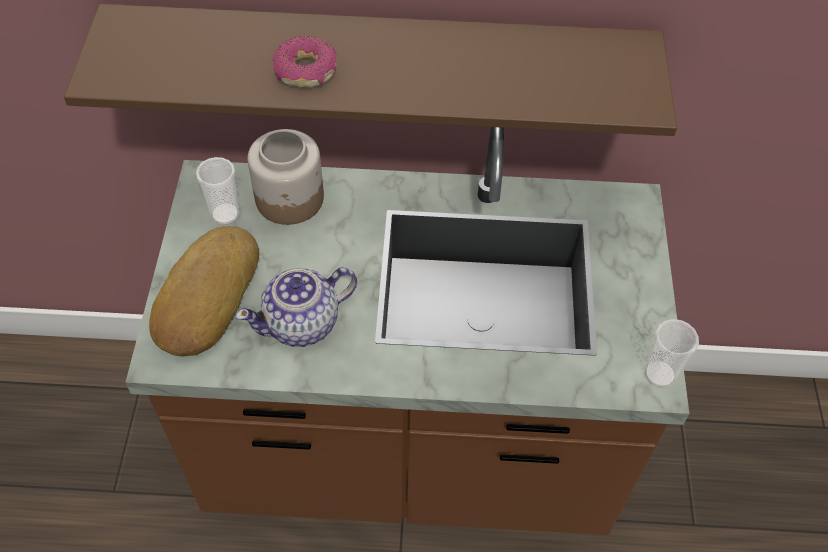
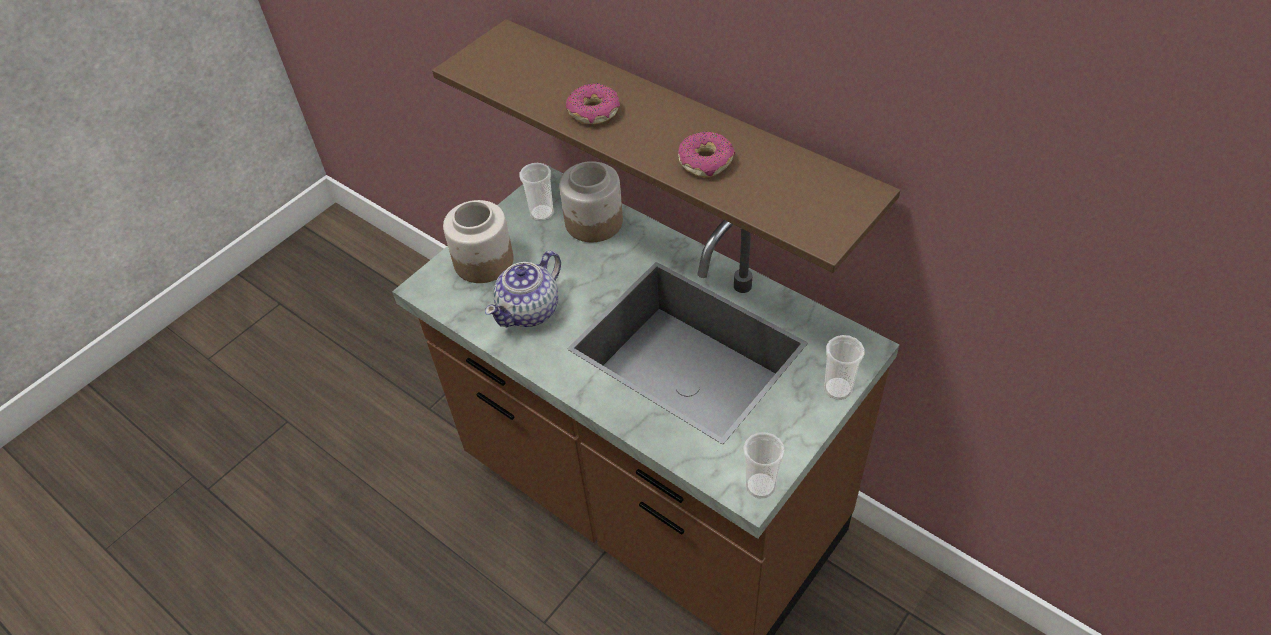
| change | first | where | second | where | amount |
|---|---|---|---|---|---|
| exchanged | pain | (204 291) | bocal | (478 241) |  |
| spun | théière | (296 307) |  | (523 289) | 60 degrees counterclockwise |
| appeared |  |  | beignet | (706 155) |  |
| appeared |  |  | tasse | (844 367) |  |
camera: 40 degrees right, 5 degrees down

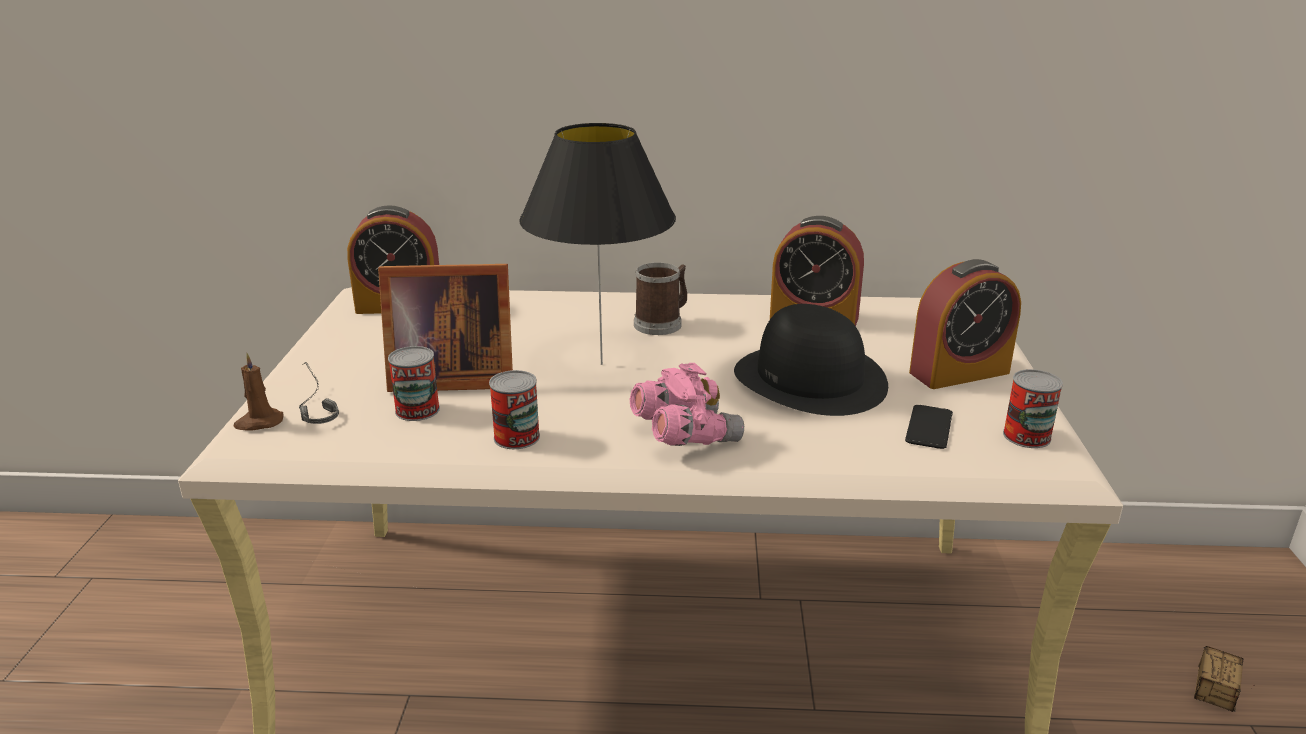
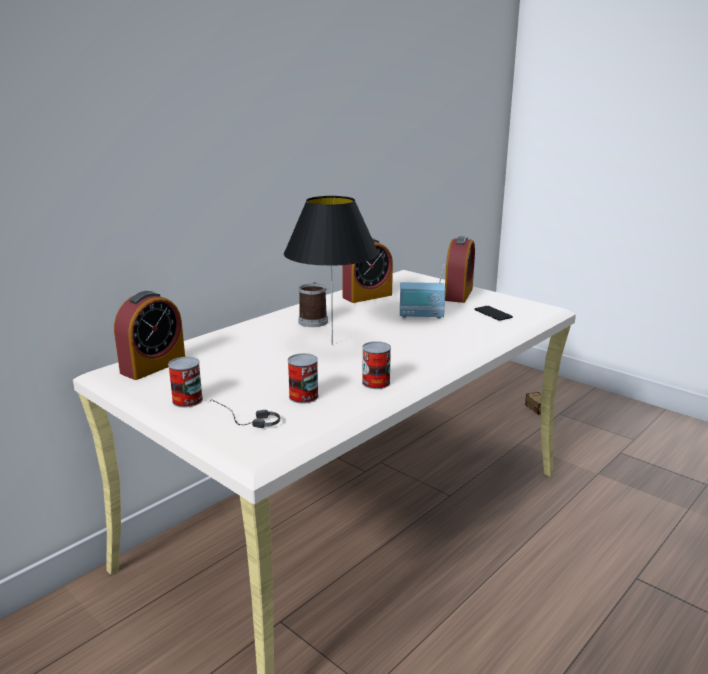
| change | first | where | second | where | amount |
|---|---|---|---|---|---|
| missing | bougie/marron | (258 391) |  |  |  |
| missing | cadre photo | (445 328) |  |  |  |
| missing | jumelles/rose | (687 404) |  |  |  |
| exchanged | chapeau/noir | (811 360) | radio | (422 291) |  |
| relocated | boîte métallique | (1033 408) |  | (185 382) |  |
camera: 50 degrees left, 5 degrees down

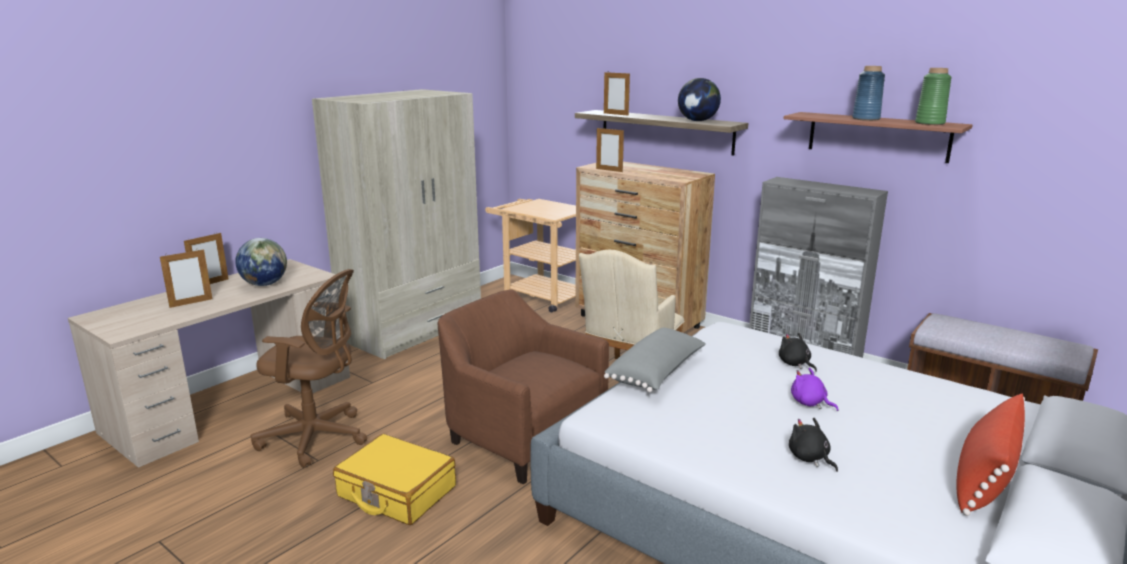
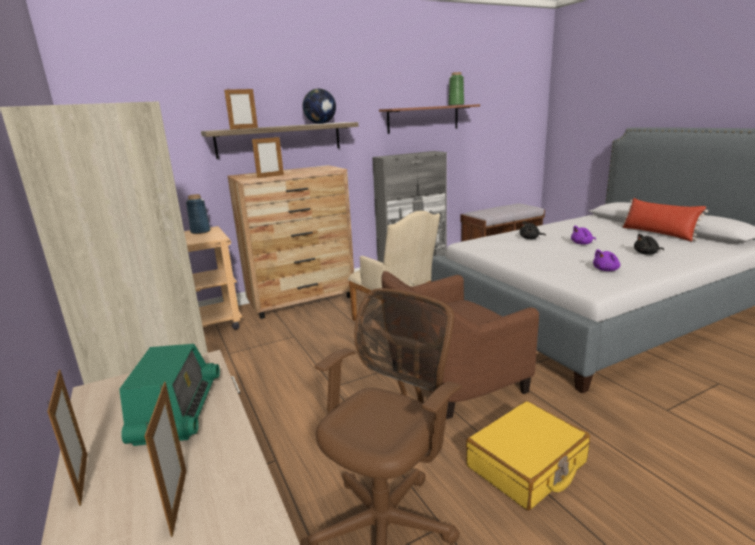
| change | first | where | second | where | amount |
|---|---|---|---|---|---|
| exchanged | globe | (261 262) | radio | (169 395) |  |
| missing | coussin/gris | (655 360) |  |  |  |
| relocated | vase/bleu | (868 93) |  | (198 214) |  |
| appeared |  |  | peluche/violet | (606 260) |  |
camera: 65 degrees left, 0 degrees up

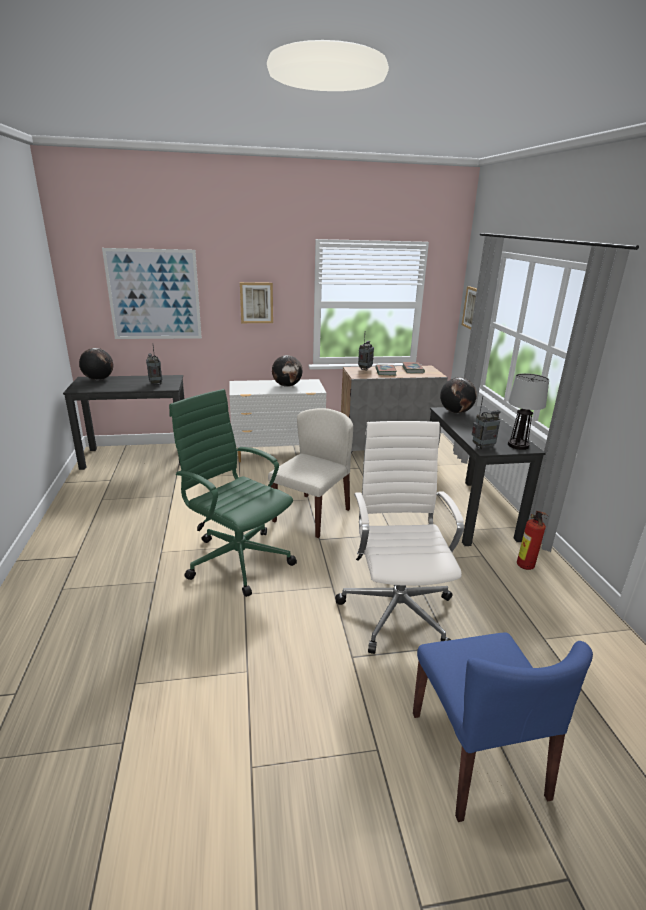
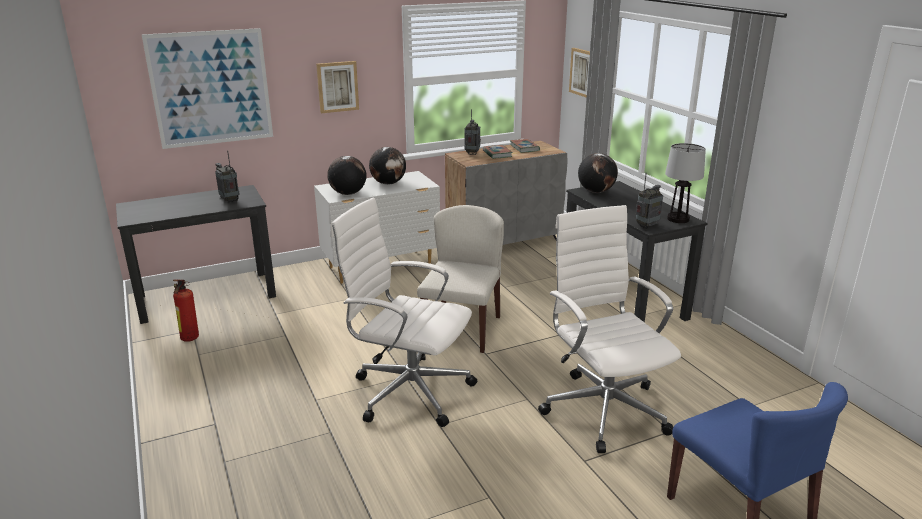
| change | first | where | second | where | amount |
|---|---|---|---|---|---|
| relocated | globe | (96 364) |  | (347 175) |  |
| colour | chaise de bureau/vert | (233 493) | chaise de bureau/blanc | (404 312) |  |
| relocated | extincteur | (533 540) |  | (186 311) |  |
camera: 15 degrees left, 0 degrees up

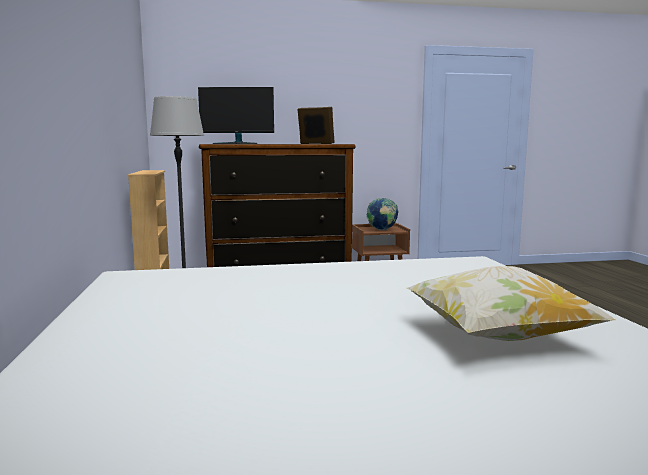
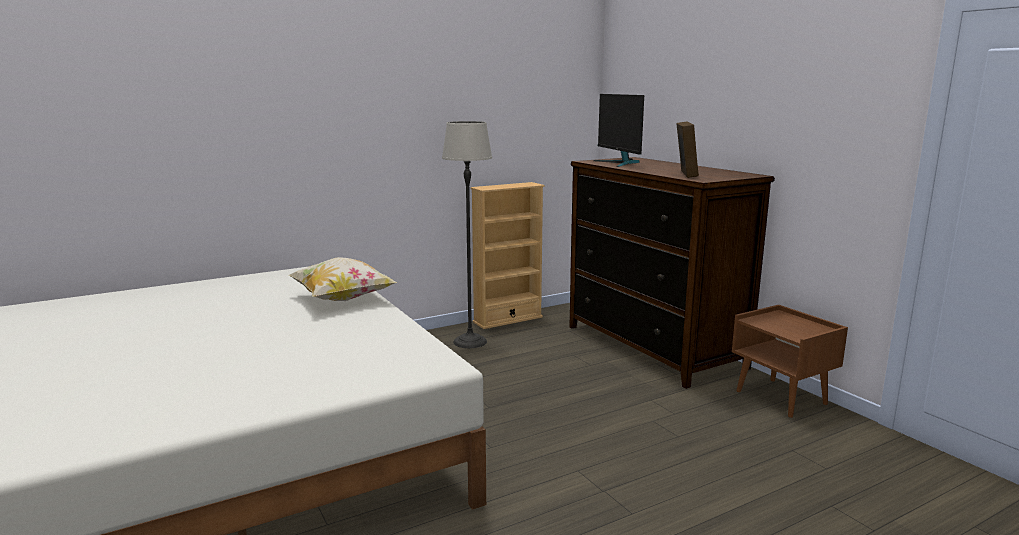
| change | first | where | second | where | amount |
|---|---|---|---|---|---|
| missing | globe | (382 214) |  |  |  |
| relocated | coussin | (511 303) |  | (343 279) |  |
camera: 70 degrees right, 5 degrees up

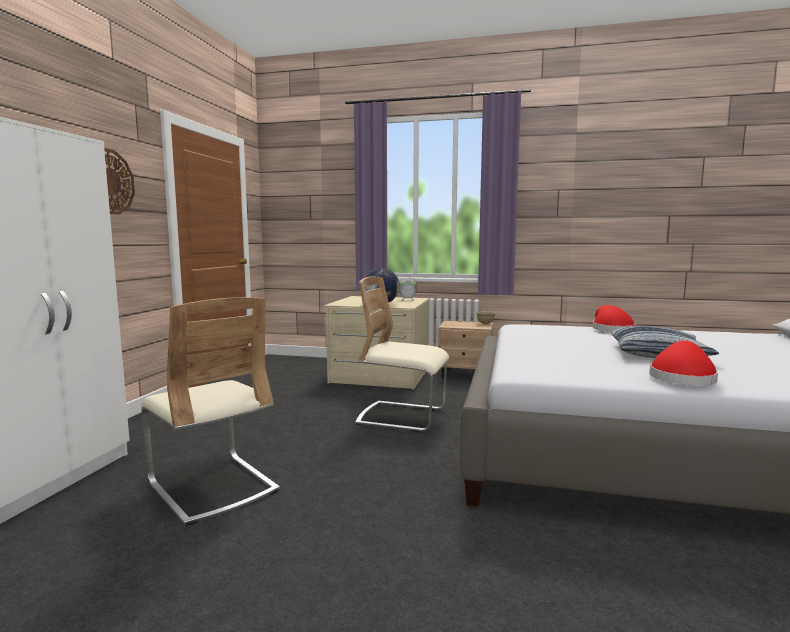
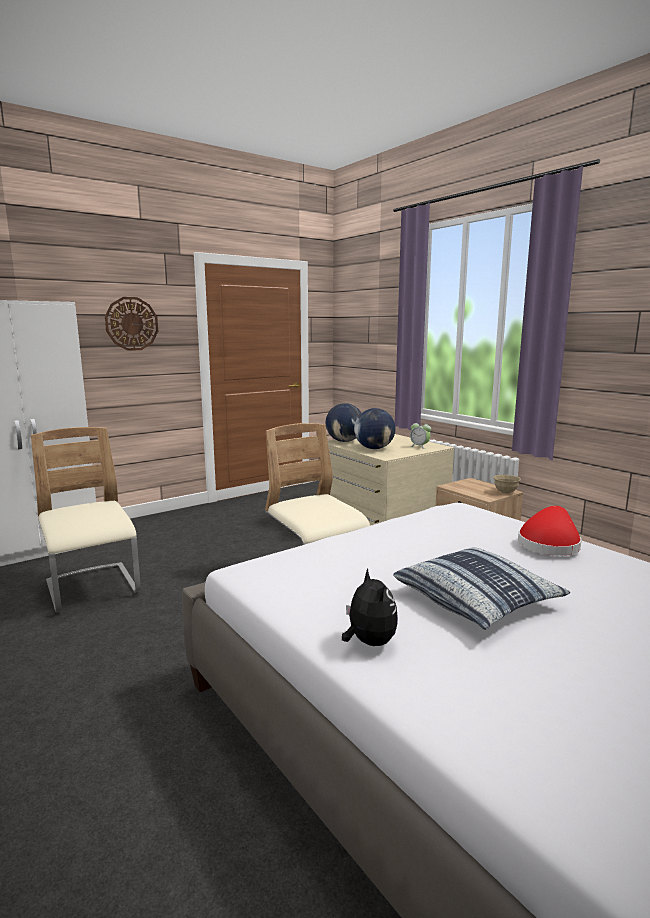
| change | first | where | second | where | amount |
|---|---|---|---|---|---|
| spun | chaise/beige | (210 411) |  | (86 519) | 150 degrees clockwise |
| exchanged | chapeau/rouge | (683 363) | peluche | (370 607) |  |
| appeared |  |  | globe | (343 422) |  |
camera: 40 degrees right, 5 degrees up

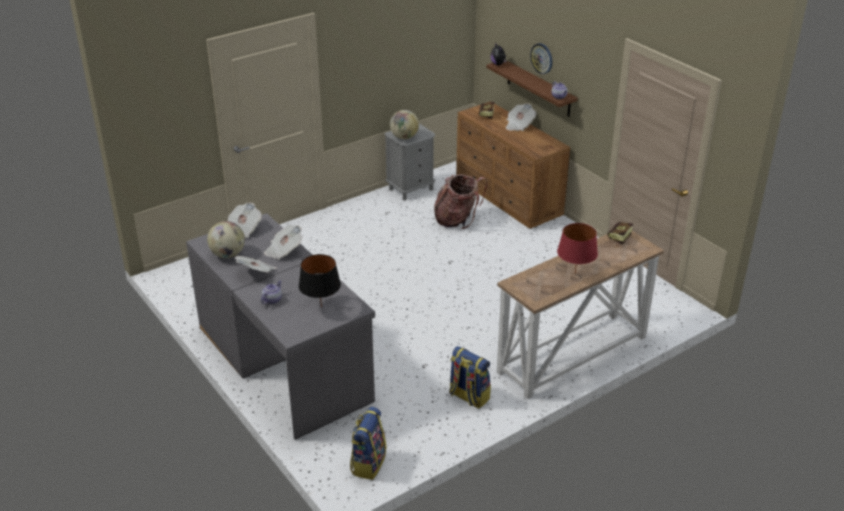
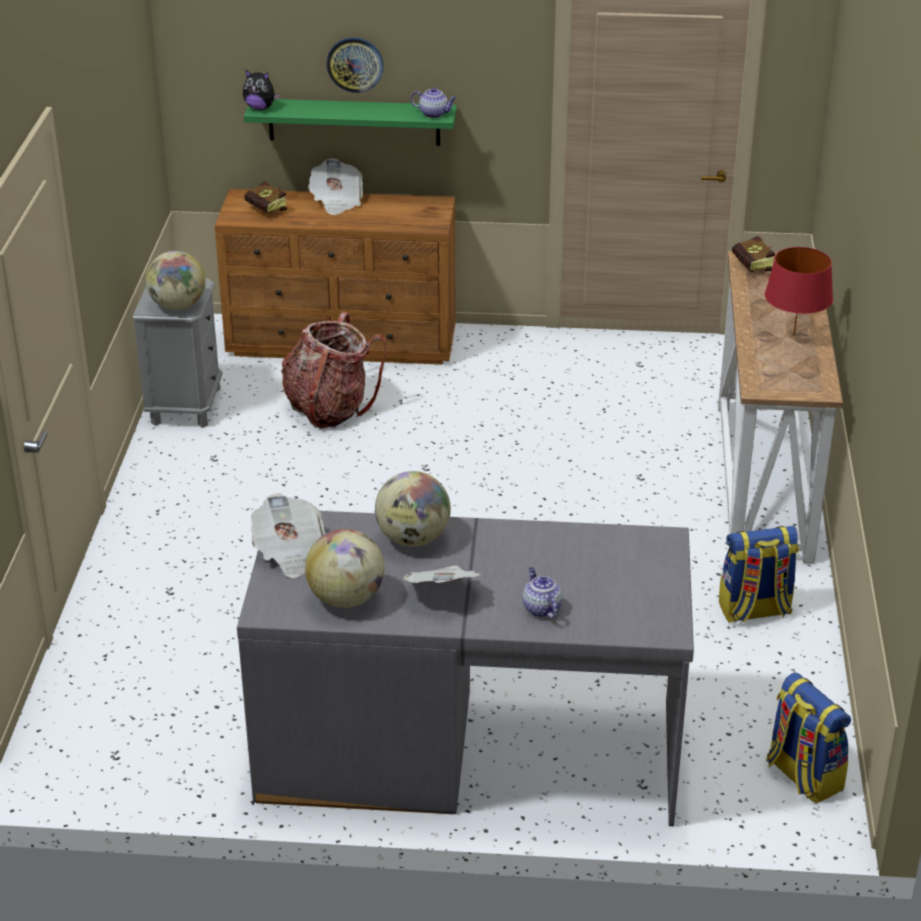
| change | first | where | second | where | amount |
|---|---|---|---|---|---|
| exchanged | journal | (283 242) | globe | (413 509) |  |
| missing | lampe de table/noir | (320 280) |  |  |  |
| colour | étagère/marron | (532 89) | étagère/vert | (350 122) |  |
camera: 50 degrees left, 0 degrees up

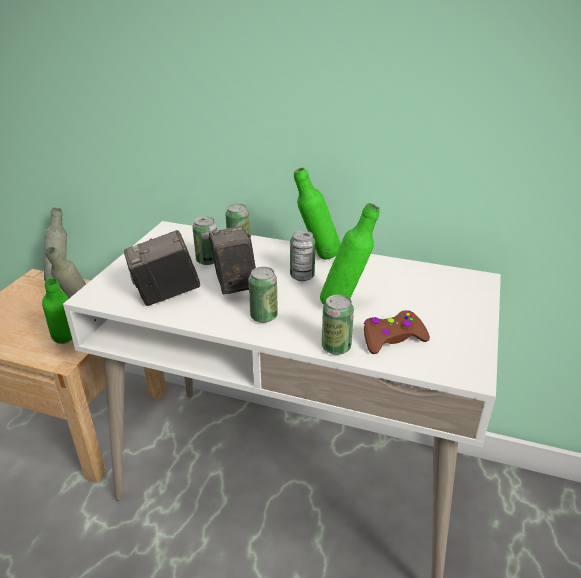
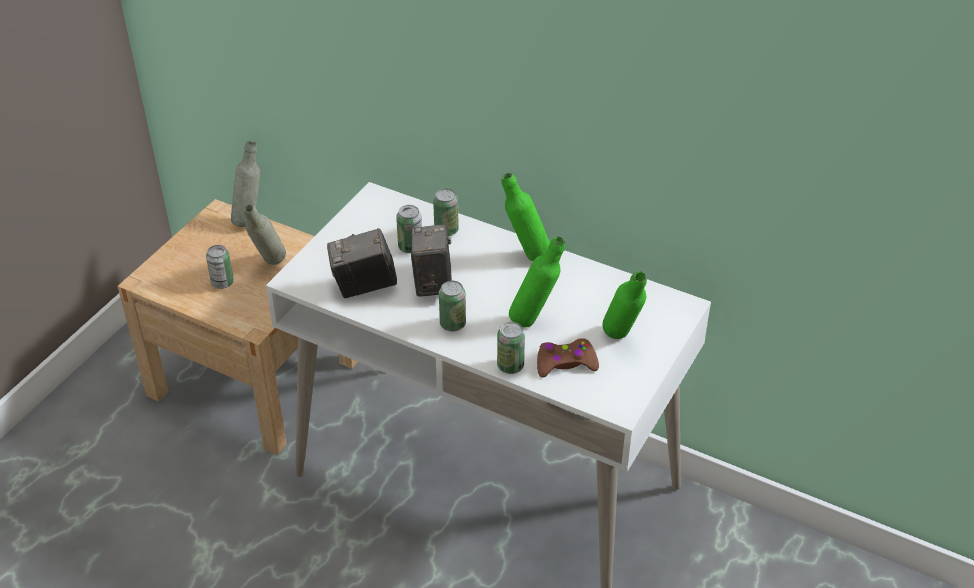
| change | first | where | second | where | amount |
|---|---|---|---|---|---|
| relocated | bouteille/vert | (57 310) |  | (625 305) |  |
| relocated | boîte métallique | (302 255) |  | (220 267) |  |
camera: 10 degrees right, 10 degrees up

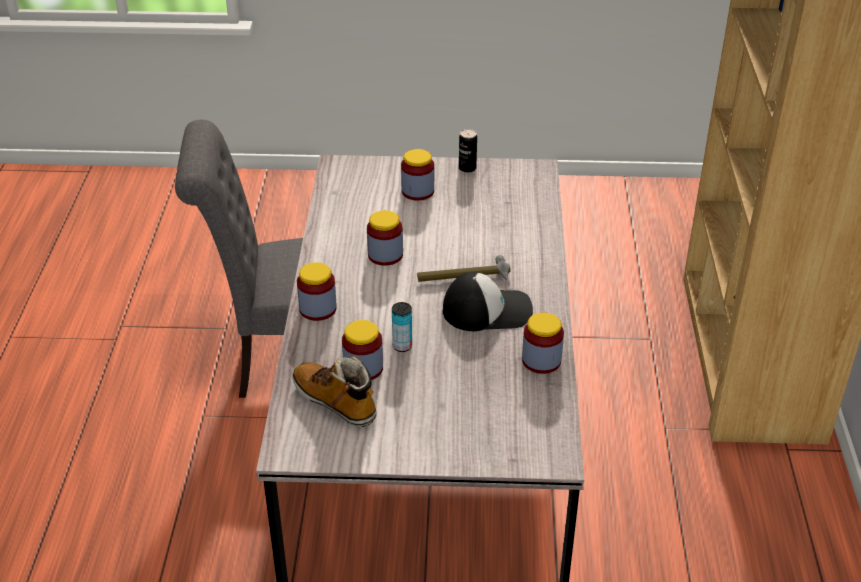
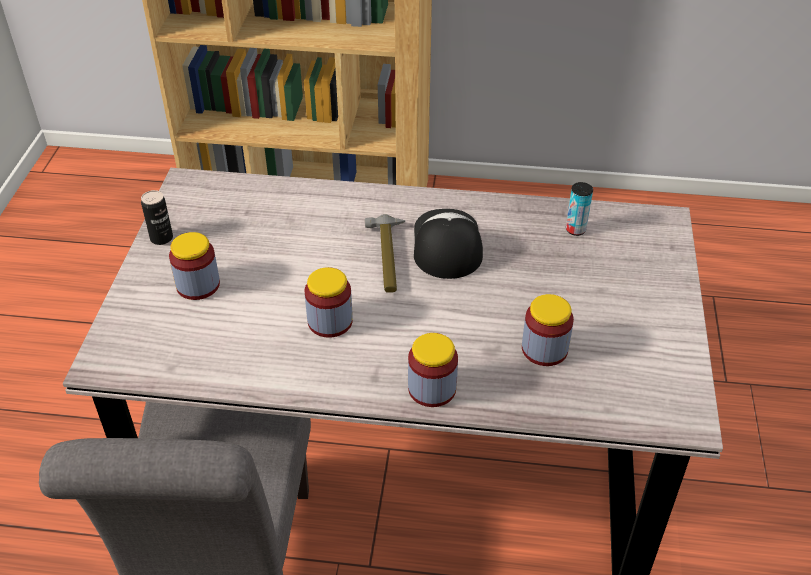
| change | first | where | second | where | amount |
|---|---|---|---|---|---|
| missing | botte | (334 391) |  |  |  |
| relocated | boîte métallique | (402 327) |  | (579 209) |  |
| missing | bocal | (543 343) |  |  |  |
camera: 85 degrees left, 5 degrees up

